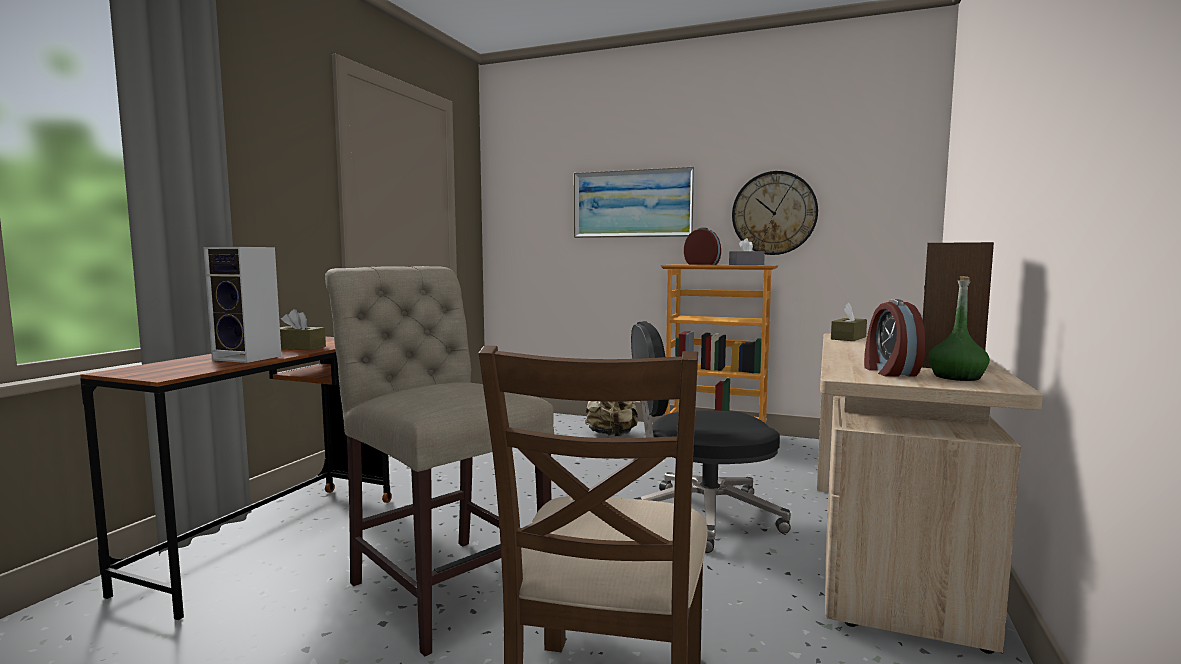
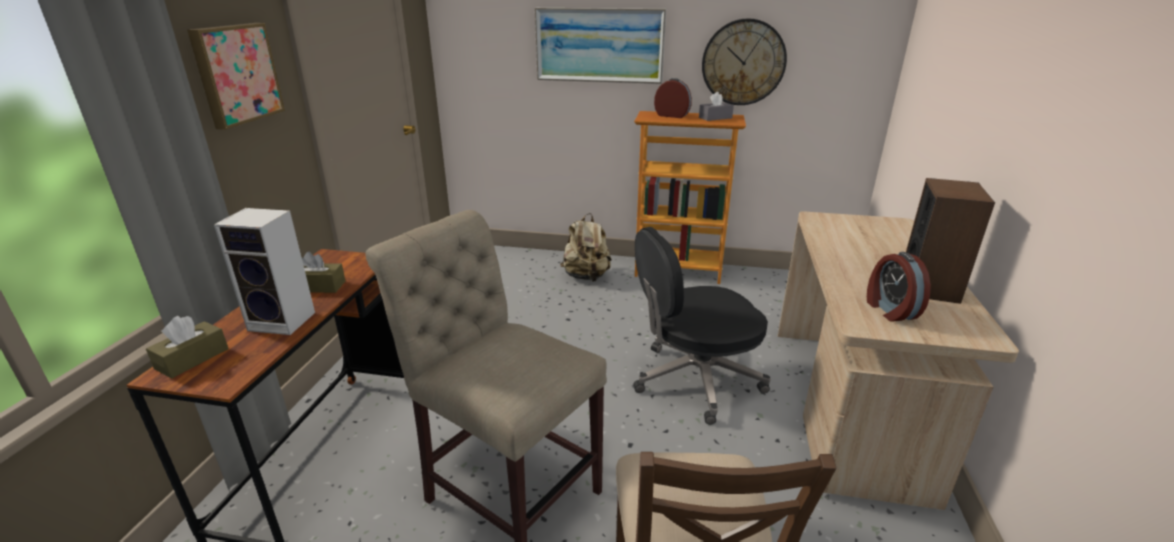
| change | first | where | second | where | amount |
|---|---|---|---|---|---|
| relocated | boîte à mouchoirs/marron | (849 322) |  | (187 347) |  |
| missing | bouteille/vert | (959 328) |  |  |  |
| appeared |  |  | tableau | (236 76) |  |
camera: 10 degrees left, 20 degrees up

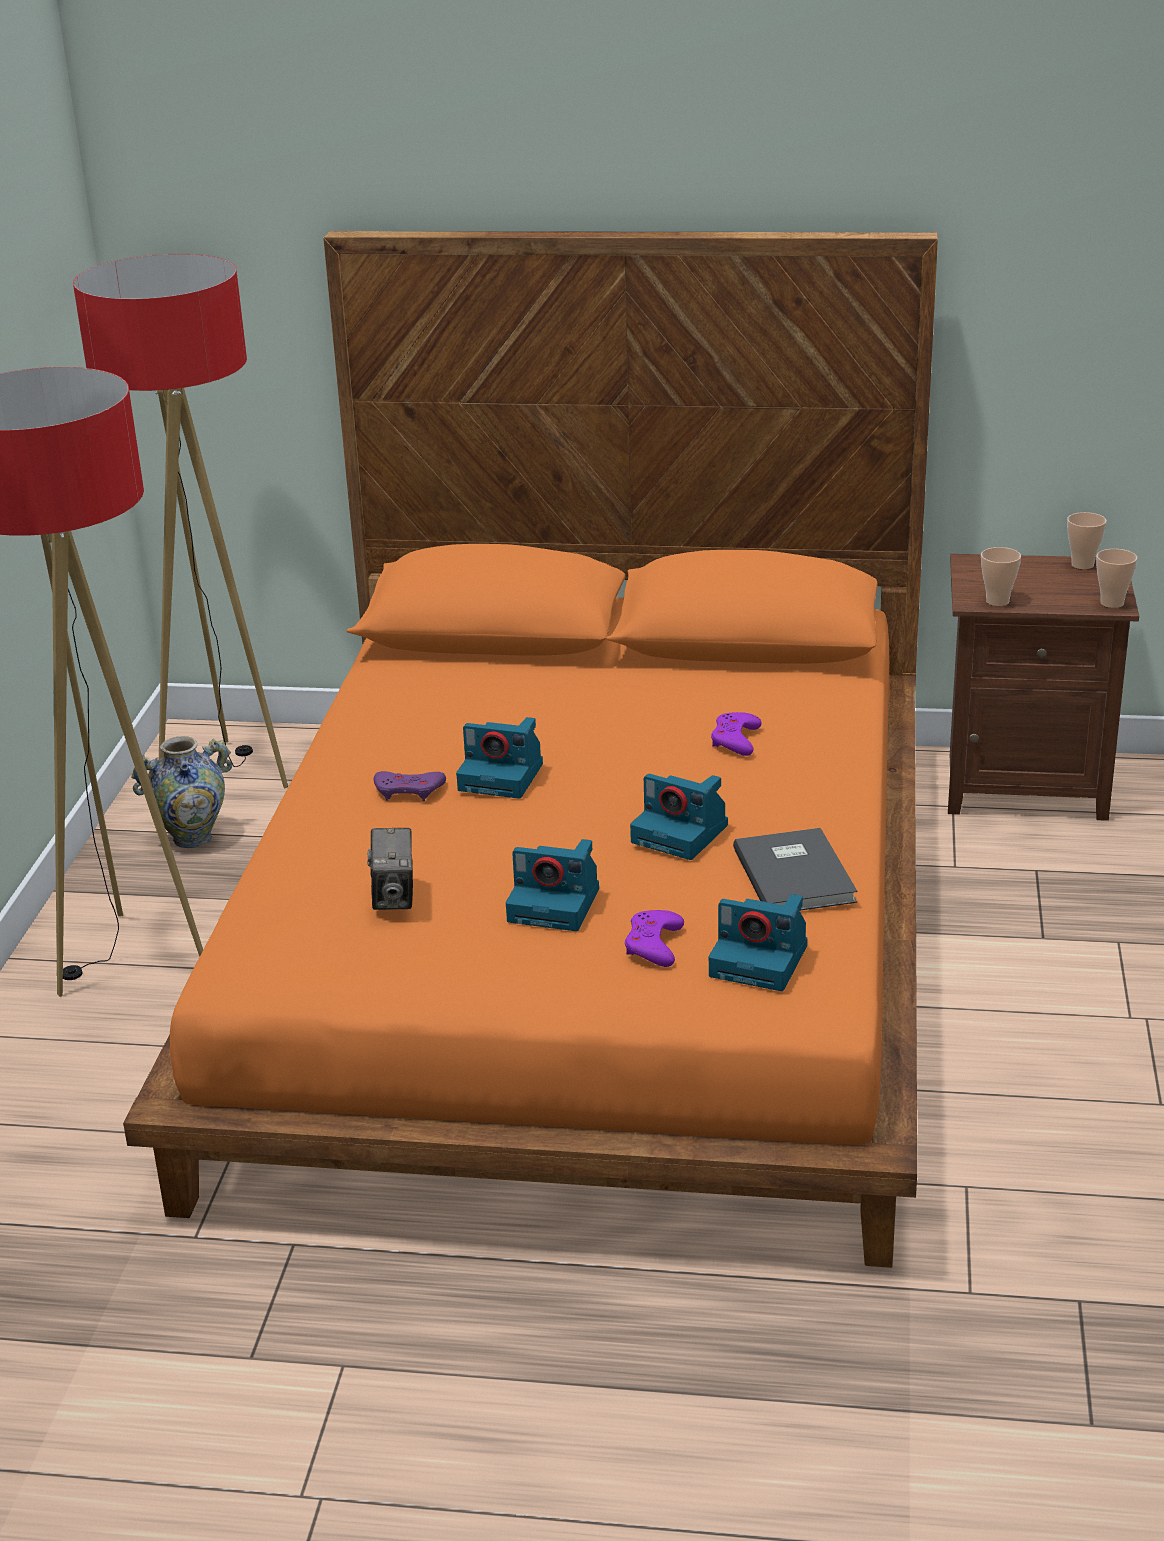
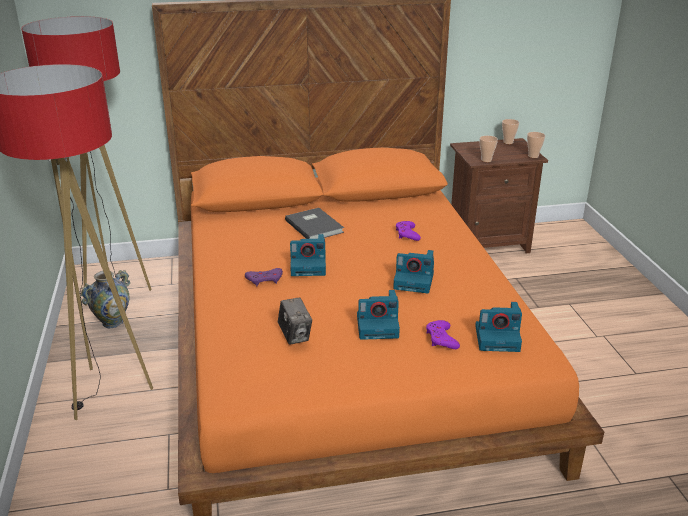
| change | first | where | second | where | amount |
|---|---|---|---|---|---|
| relocated | livre/gris | (795 869) |  | (314 223) |  |
camera: 20 degrees left, 0 degrees up

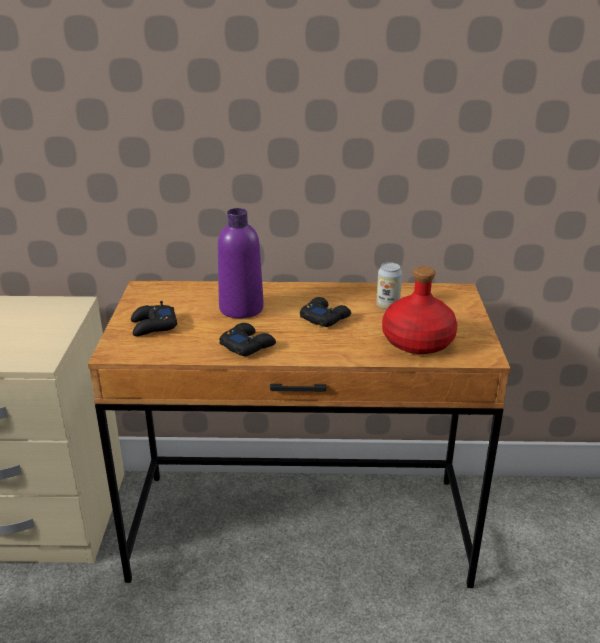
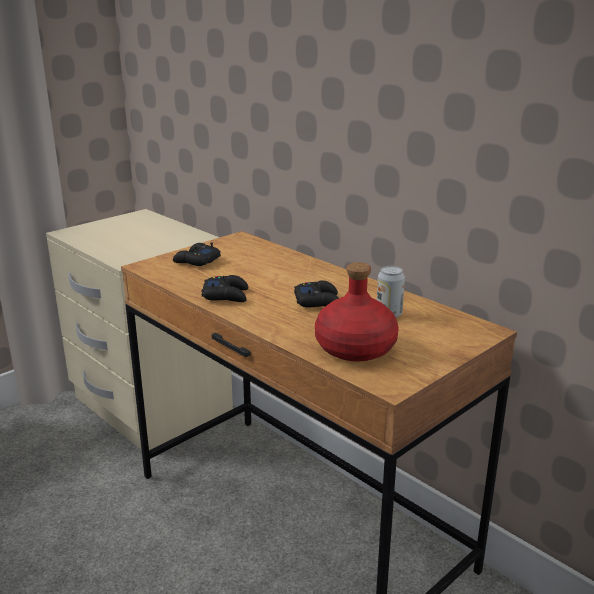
| change | first | where | second | where | amount |
|---|---|---|---|---|---|
| missing | bouteille/violet | (241 263) |  |  |  |
camera: 45 degrees right, 5 degrees down

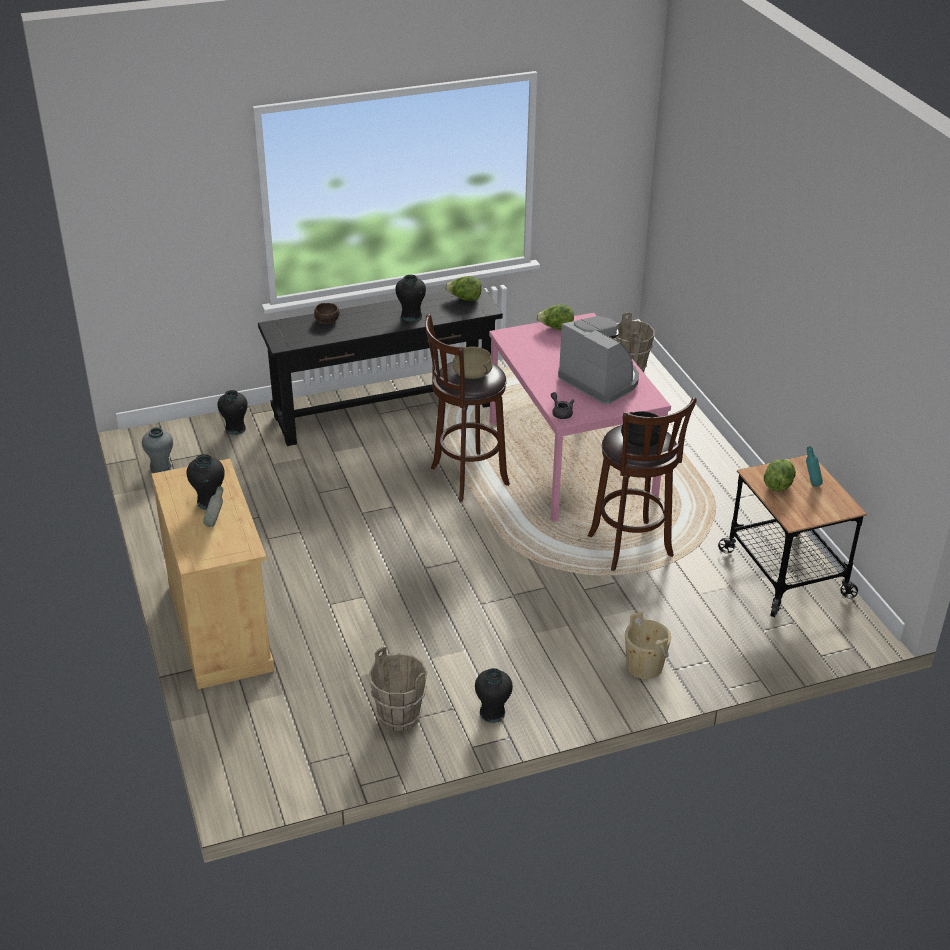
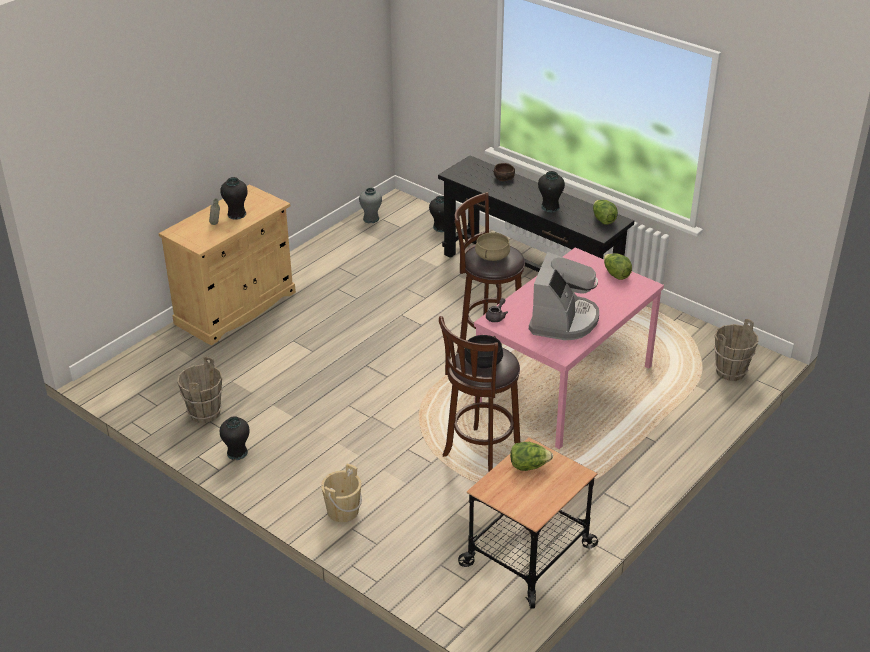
| change | first | where | second | where | amount |
|---|---|---|---|---|---|
| missing | bouteille/turquoise | (814 466) |  |  |  |
camera: 60 degrees right, 0 degrees up

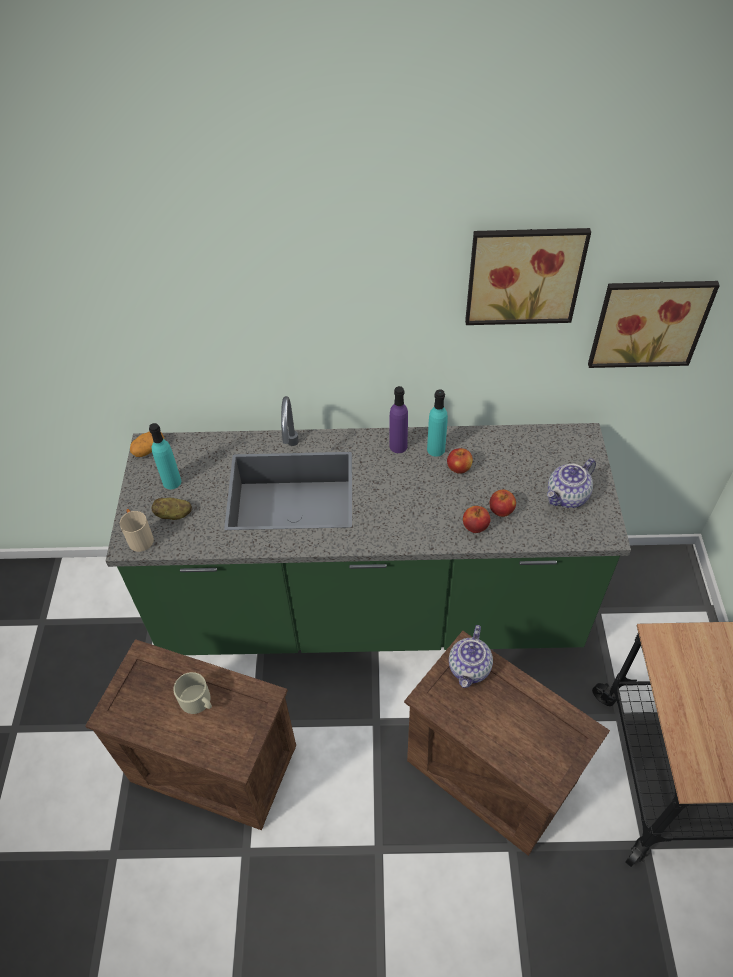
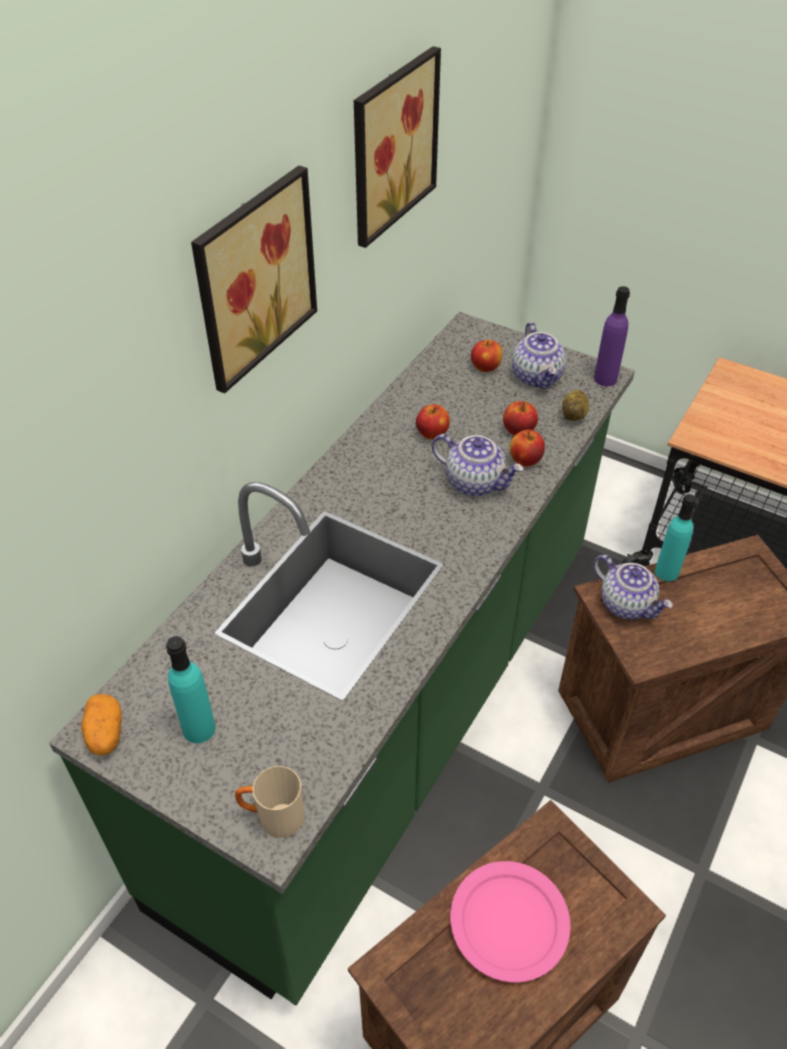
| change | first | where | second | where | amount |
|---|---|---|---|---|---|
| relocated | pomme de terre | (172 509) |  | (575 405) |  |
| exchanged | mug/beige | (192 693) | assiette/rose | (510 922) |  |
| relocated | bouteille/violet | (398 419) |  | (612 336) |  |
| relocated | bouteille/turquoise | (437 423) |  | (676 538) |  |
| relocated | tableau | (654 324) |  | (254 279) |  |
| appeared |  |  | théière | (478 465) |  |
| appeared |  |  | pomme | (487 356) |  |
camera: 60 degrees left, 5 degrees down

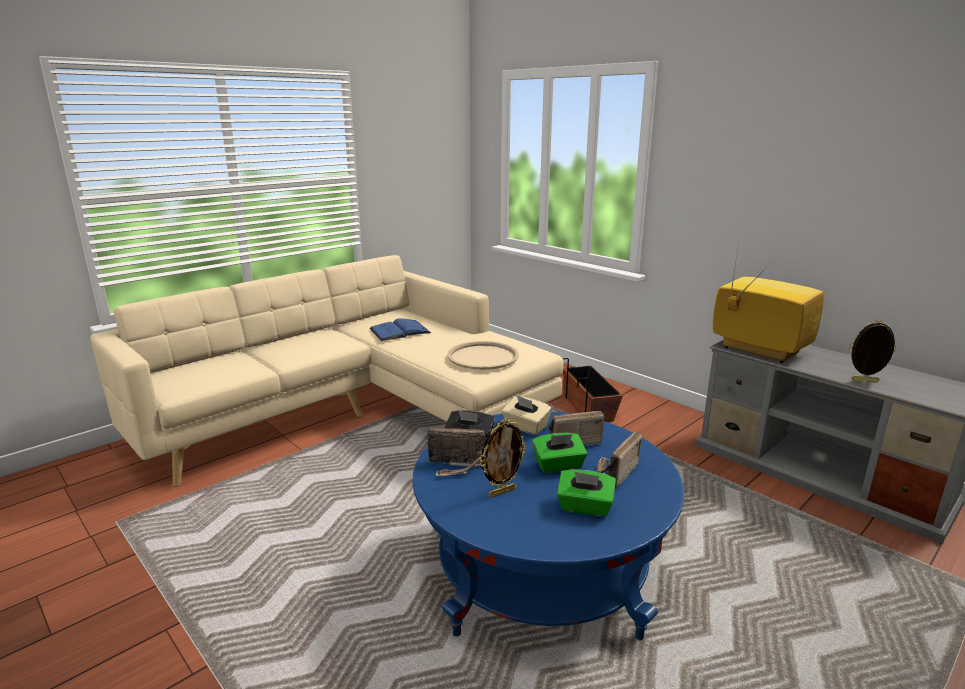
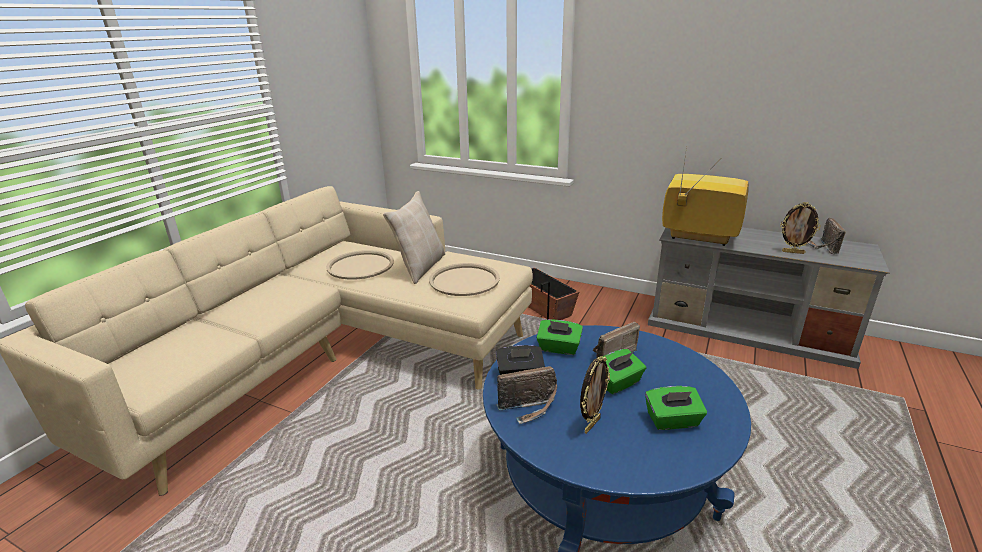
| change | first | where | second | where | amount |
|---|---|---|---|---|---|
| exchanged | livre/bleu | (400 329) | plateau/beige | (360 265) |  |
| colour | boîte à mouchoirs/beige | (527 415) | boîte à mouchoirs/vert | (560 337) |  |
| relocated | radio | (619 460) |  | (826 236) |  |
| spun | cadre photo | (872 351) |  | (800 228) | 150 degrees counterclockwise |
| appeared |  |  | coussin/beige | (414 237) |  |
camera: 20 degrees left, 5 degrees up

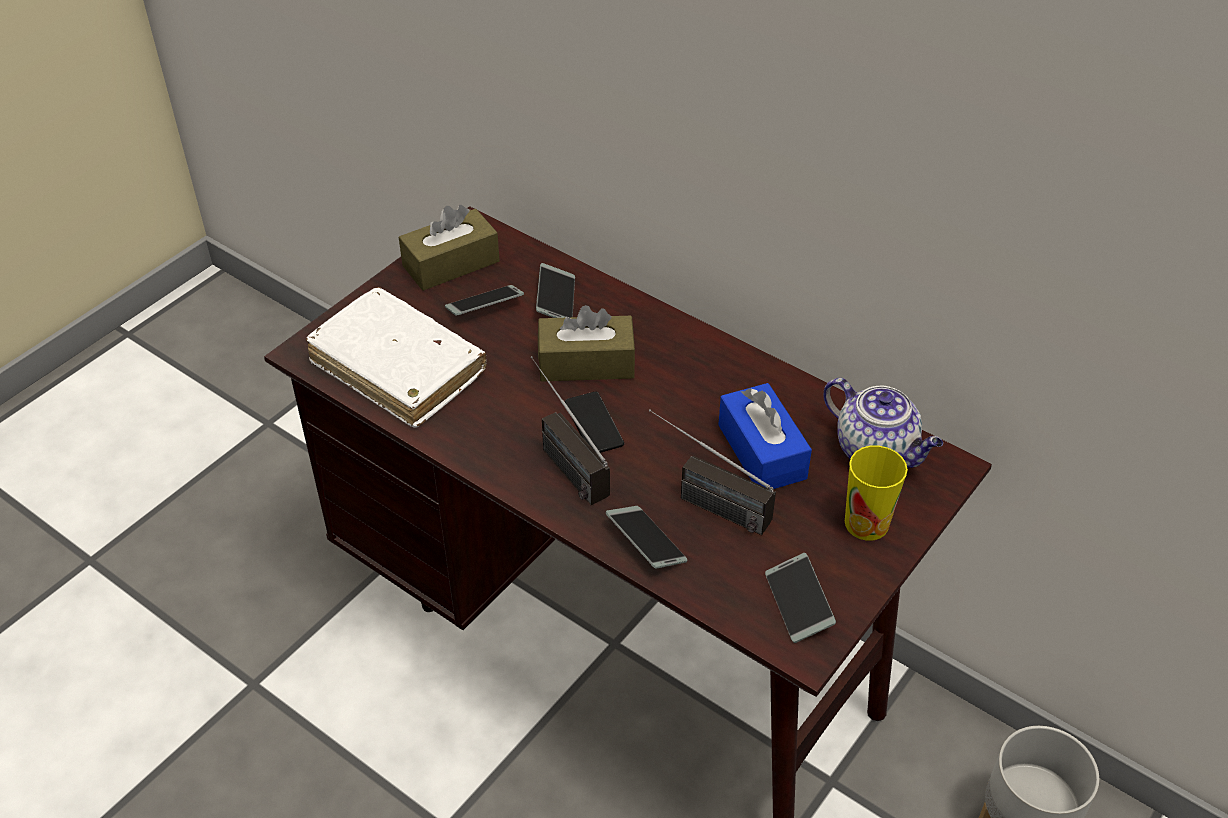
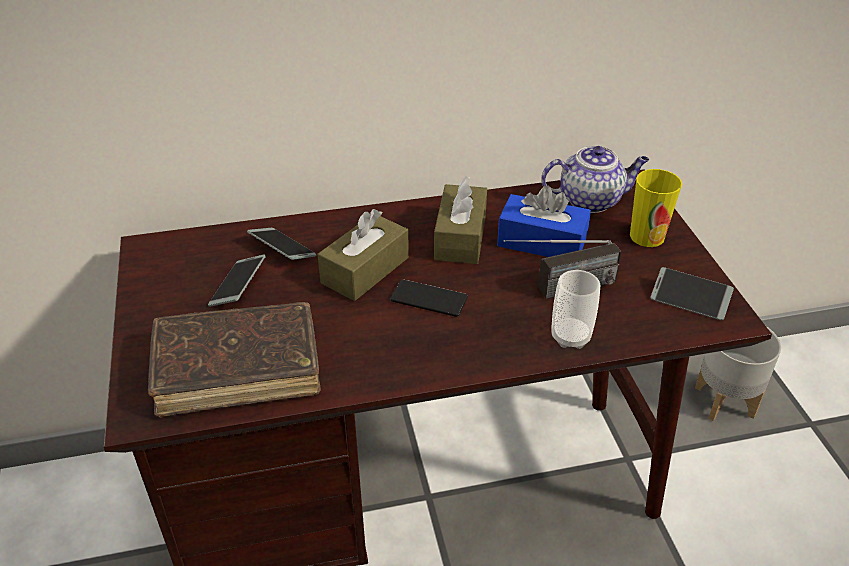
| change | first | where | second | where | amount |
|---|---|---|---|---|---|
| colour | livre/blanc | (396 357) | livre/marron | (234 360) |  |
| relocated | boîte à mouchoirs/marron | (449 248) |  | (460 220) |  |
| missing | radio | (570 430) |  |  |  |
| exchanged | téléphone | (647 537) | tasse | (575 309) |  |
camera: 50 degrees left, 5 degrees down

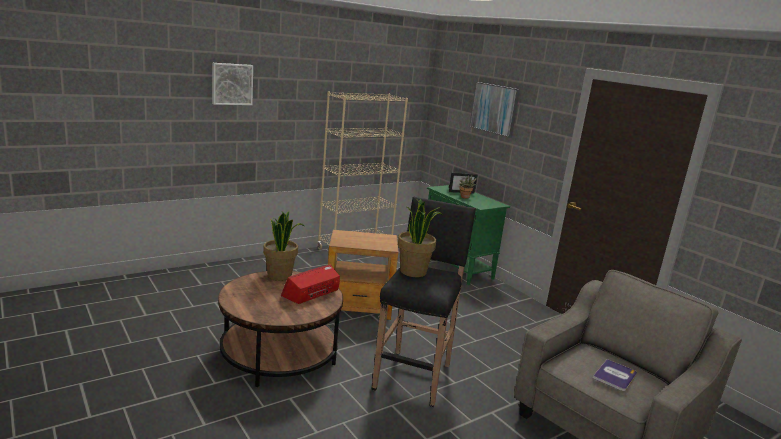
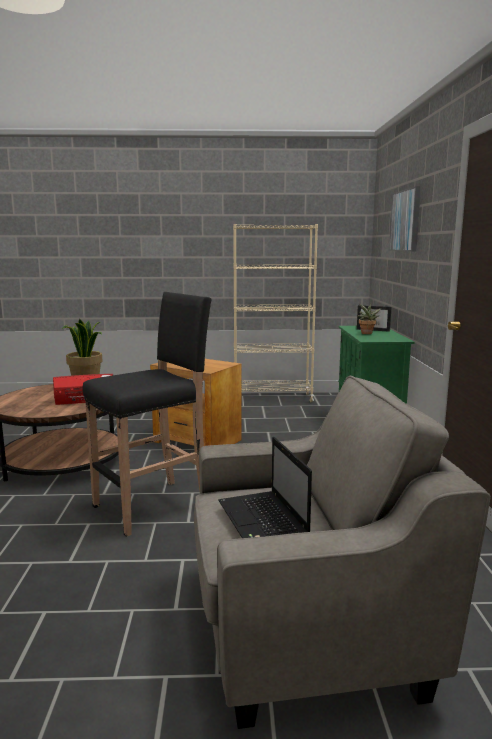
| change | first | where | second | where | amount |
|---|---|---|---|---|---|
| missing | tableau | (232 84) |  |  |  |
| missing | plante en pot | (420 238) |  |  |  |
| exchanged | livre | (615 375) | ordinateur portable | (265 487) |  |
camera: 35 degrees right, 5 degrees down

